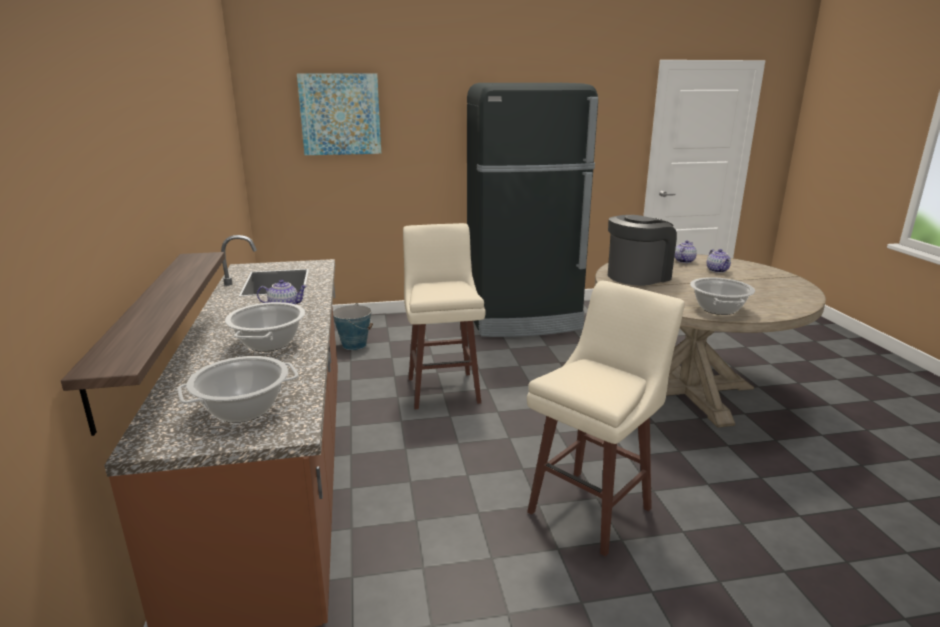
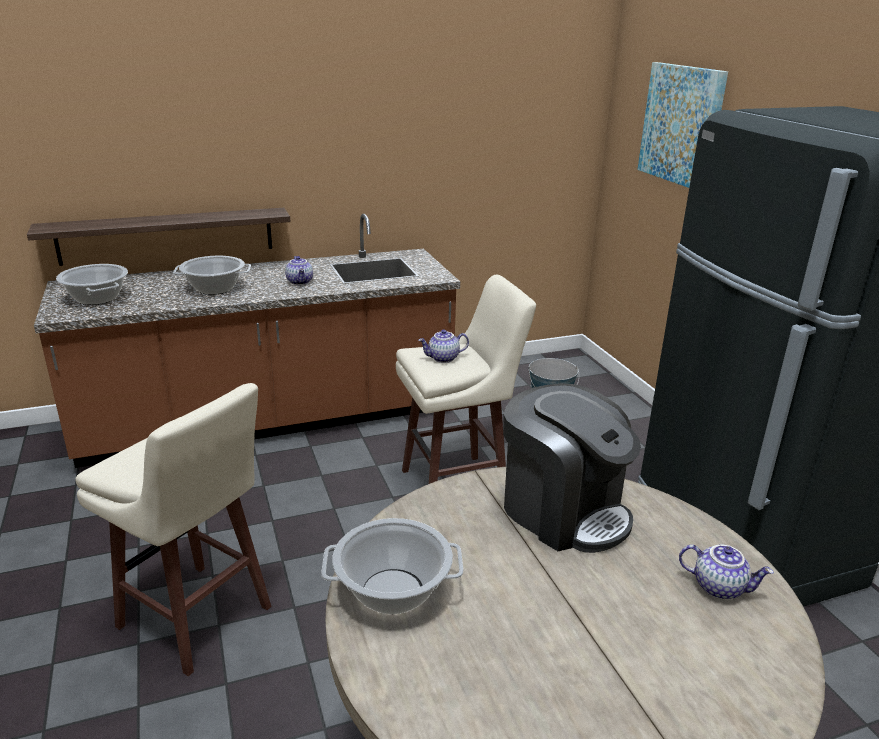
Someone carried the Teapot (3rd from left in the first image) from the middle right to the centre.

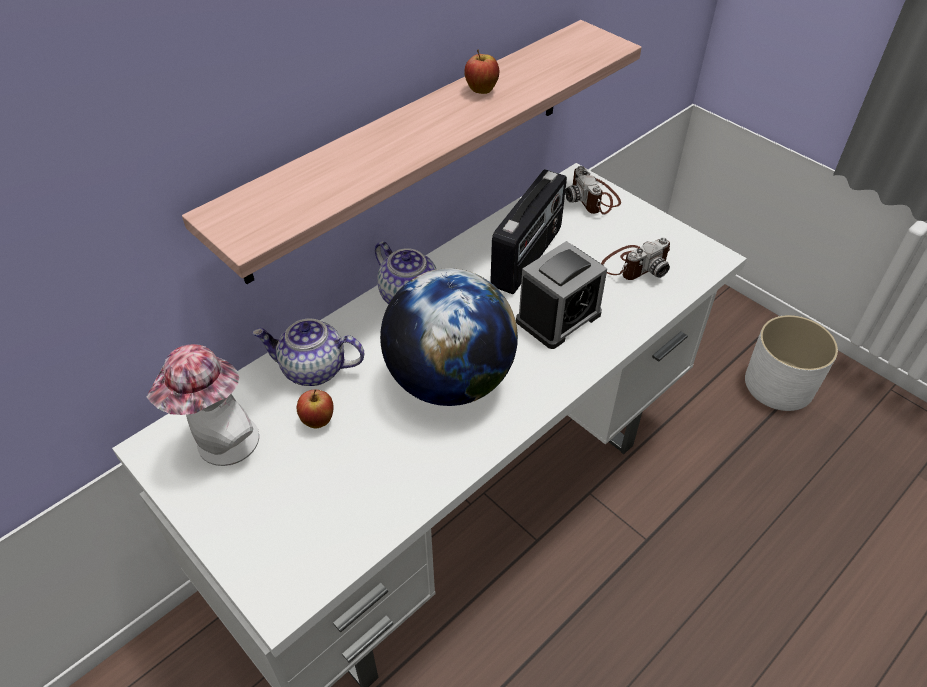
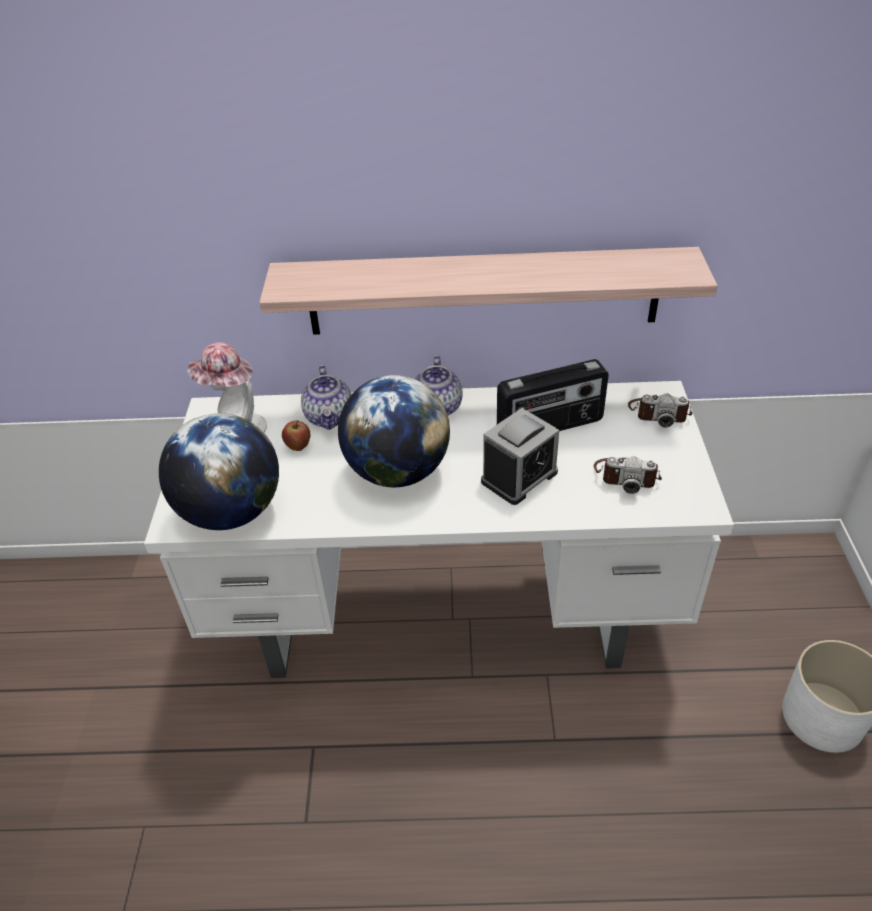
Someone took away the Apple (2nd from left) at the top centre. Someone put down the Globe (1st from left) at the middle left. Someone rotated the Teapot (1st from left) at the middle left by 150 degrees counterclockwise. Someone rotated the AlarmClock at the centre by 45 degrees counterclockwise. Someone rotated the PhotoCamera (1st from left in the first image) at the top centre by 105 degrees counterclockwise.

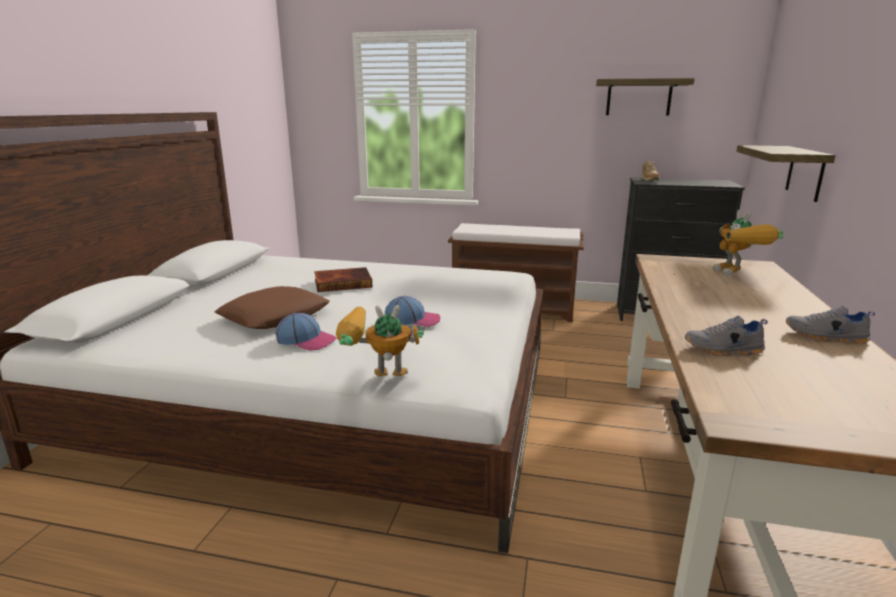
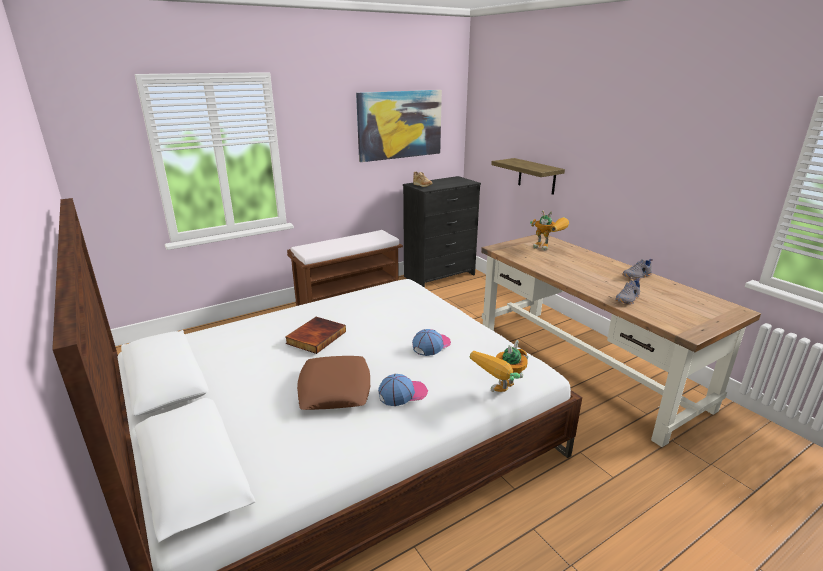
Someone swapped the Shelf (1st from left) at the top right for the Picture at the top centre.

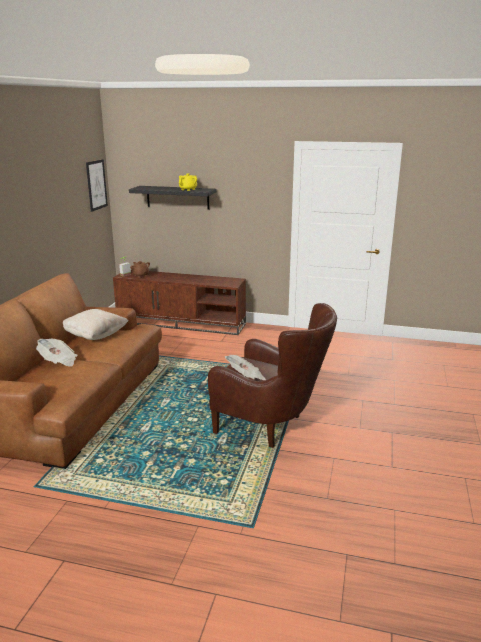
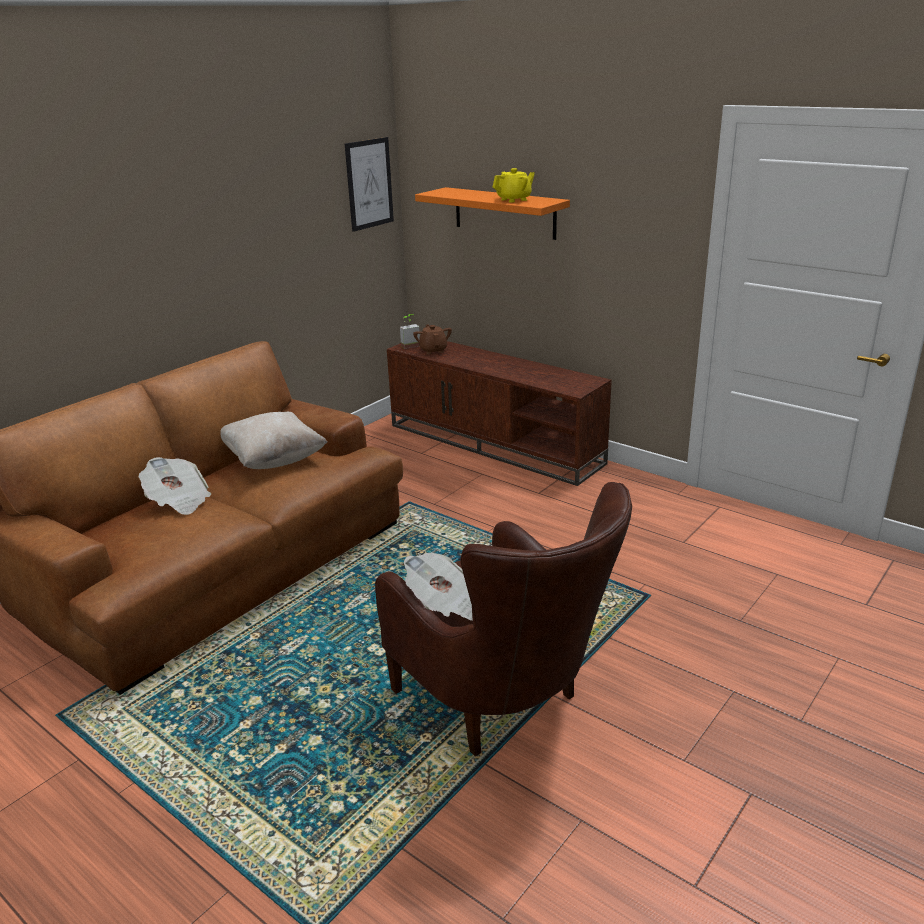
Someone repainted the BlackShelf at the top centre, which became the OrangeShelf at the top centre.

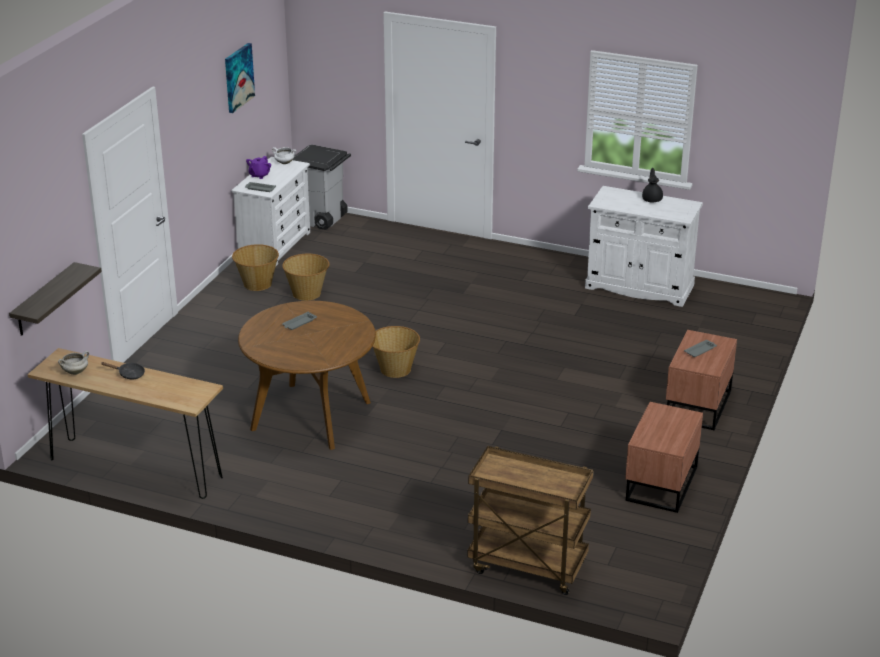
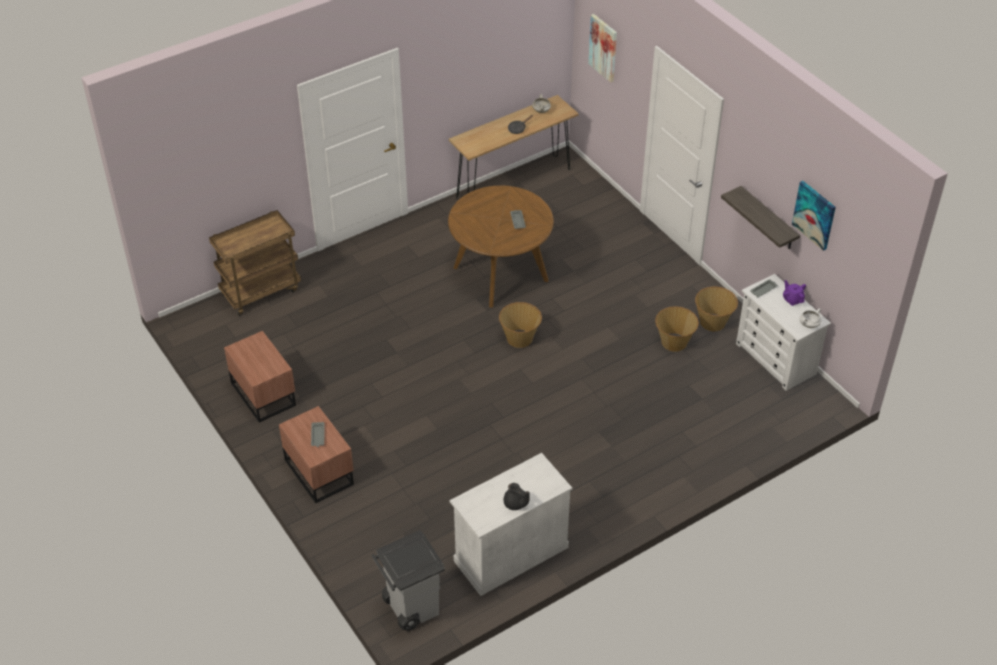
Someone put up the Picture (1st from left) at the top centre. Someone carried the Shelf from the middle left to the top right. Someone carried the GreyTrashCan from the top centre to the bottom centre.

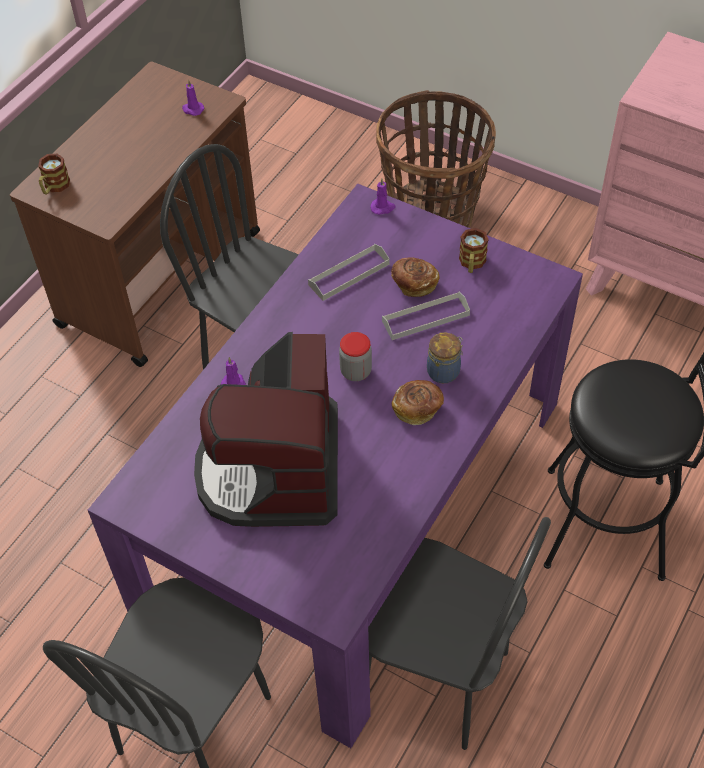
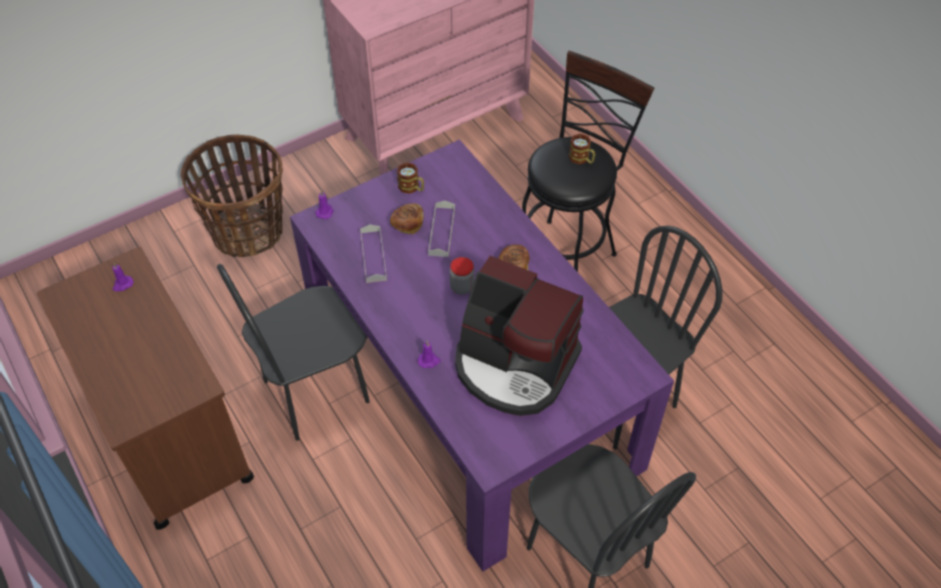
Someone took away the Jar (2nd from left) at the centre. Someone carried the Mug (1st from left in the first image) from the top left to the top centre.

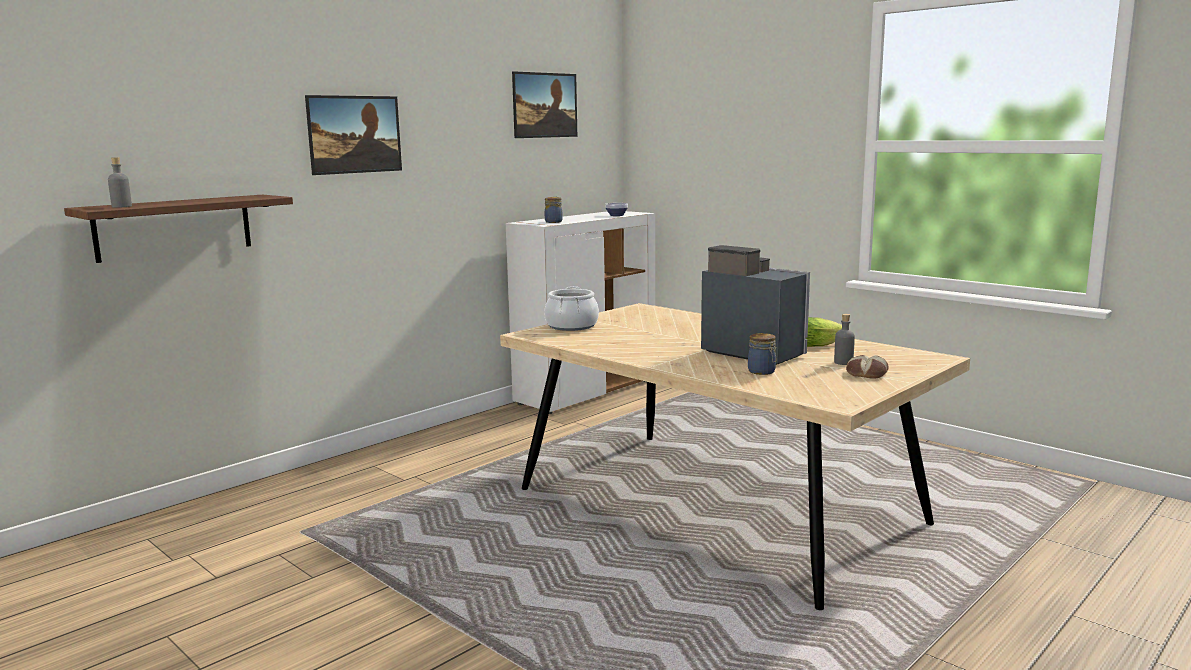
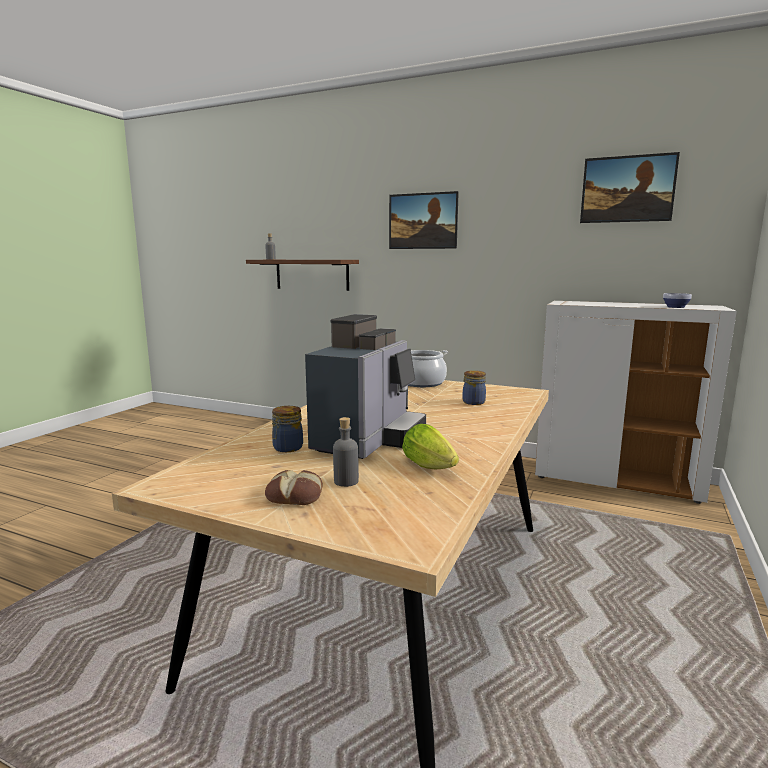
Someone carried the Jar (1st from left in the first image) from the top centre to the centre.

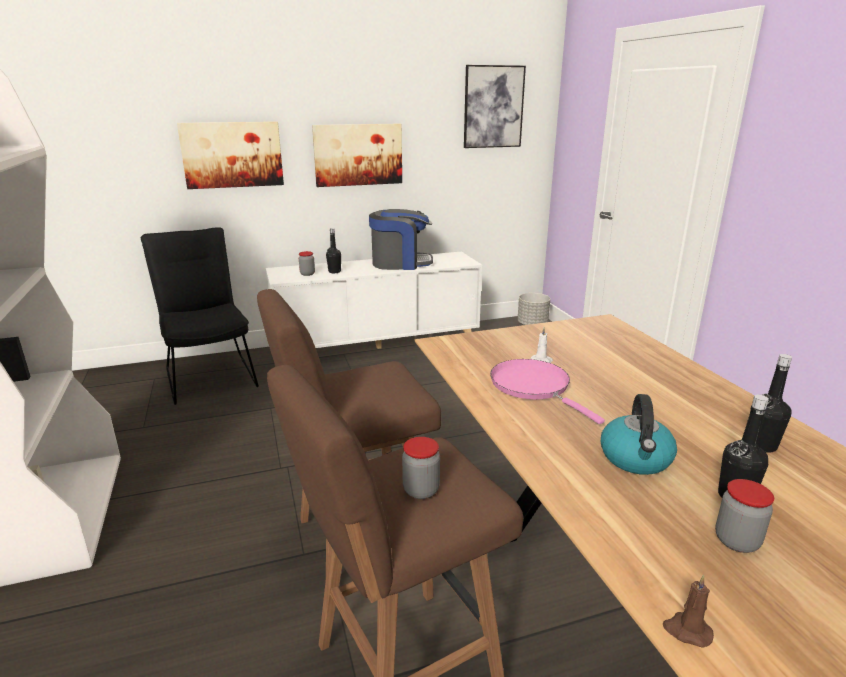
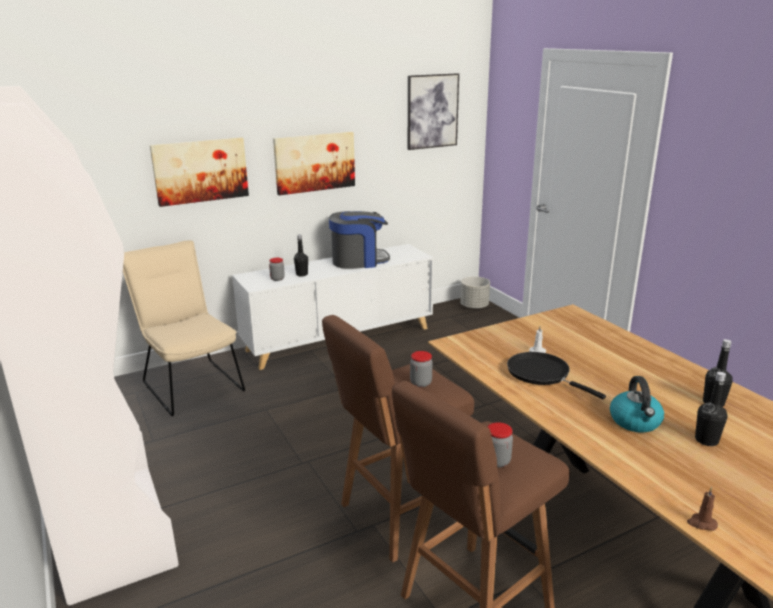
Someone carried the Jar (3rd from left in the first image) from the bottom right to the centre. Someone repainted the BlackChair at the middle left, which became the BeigeChair at the middle left. Someone repainted the PinkFryingPan at the centre, which became the BlackFryingPan at the middle right.

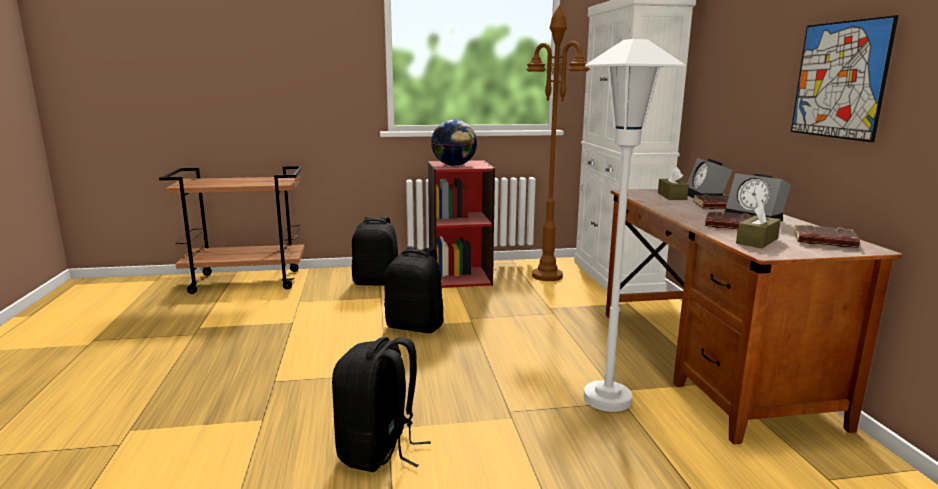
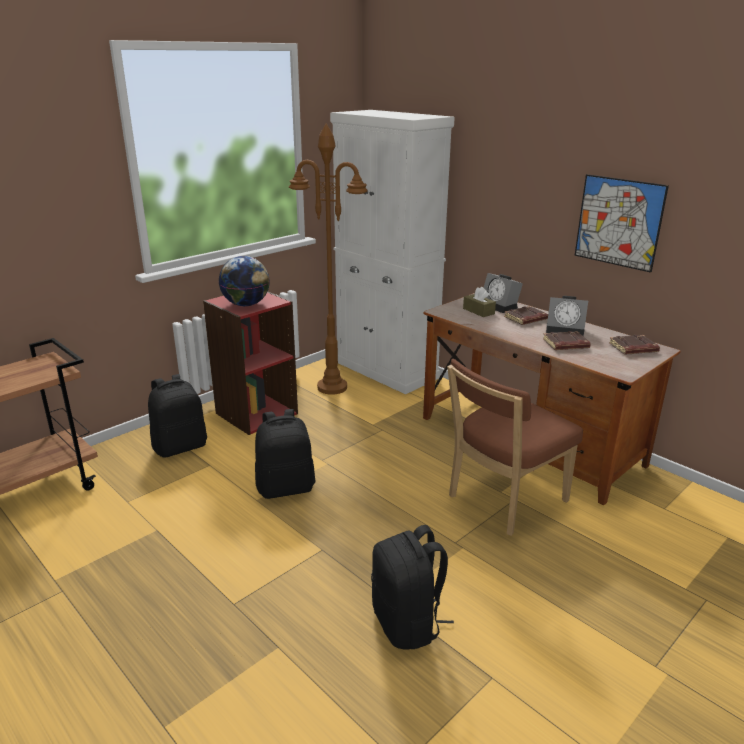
Someone took away the BrownTissueBox (2nd from left) at the middle right. Someone swapped the WhiteFloorLamp at the middle right for the BrownChair at the middle right.

